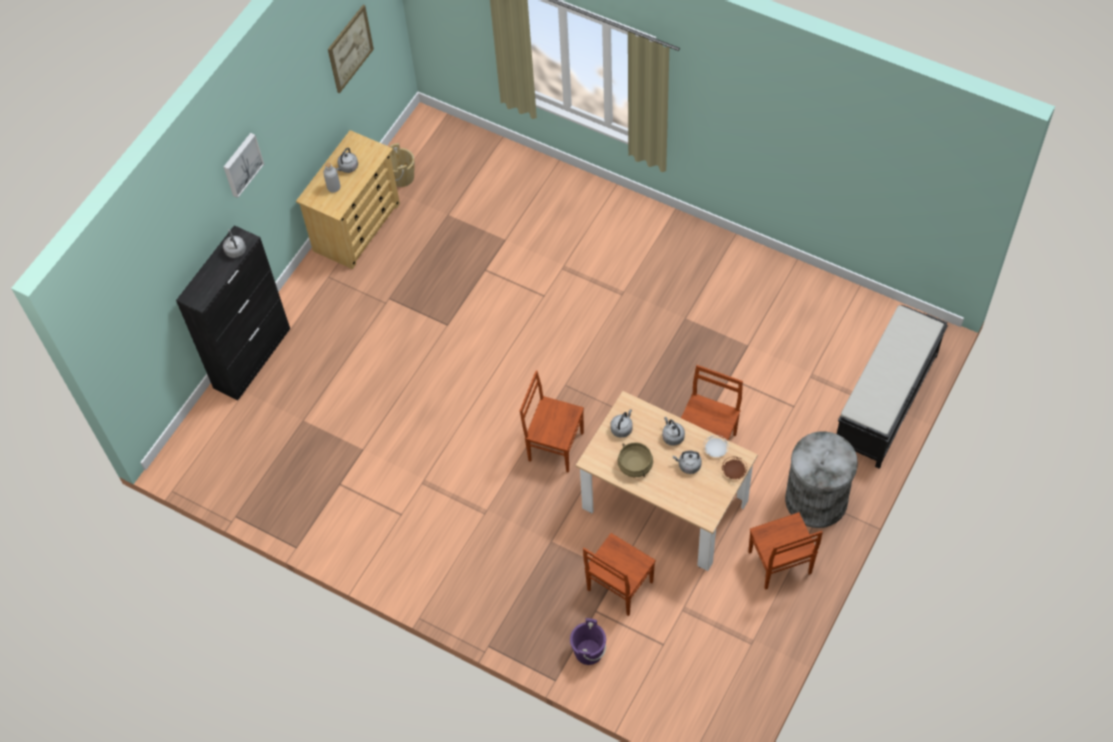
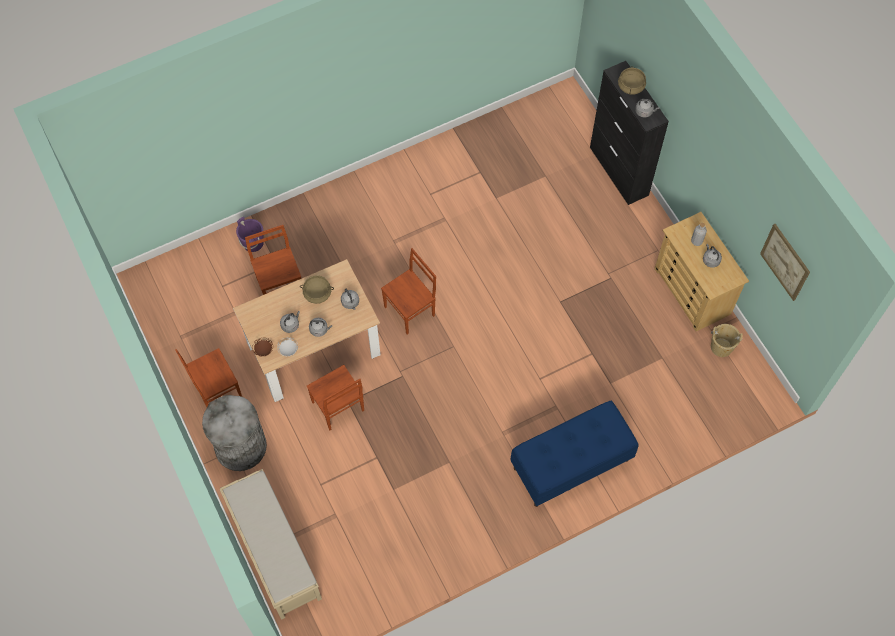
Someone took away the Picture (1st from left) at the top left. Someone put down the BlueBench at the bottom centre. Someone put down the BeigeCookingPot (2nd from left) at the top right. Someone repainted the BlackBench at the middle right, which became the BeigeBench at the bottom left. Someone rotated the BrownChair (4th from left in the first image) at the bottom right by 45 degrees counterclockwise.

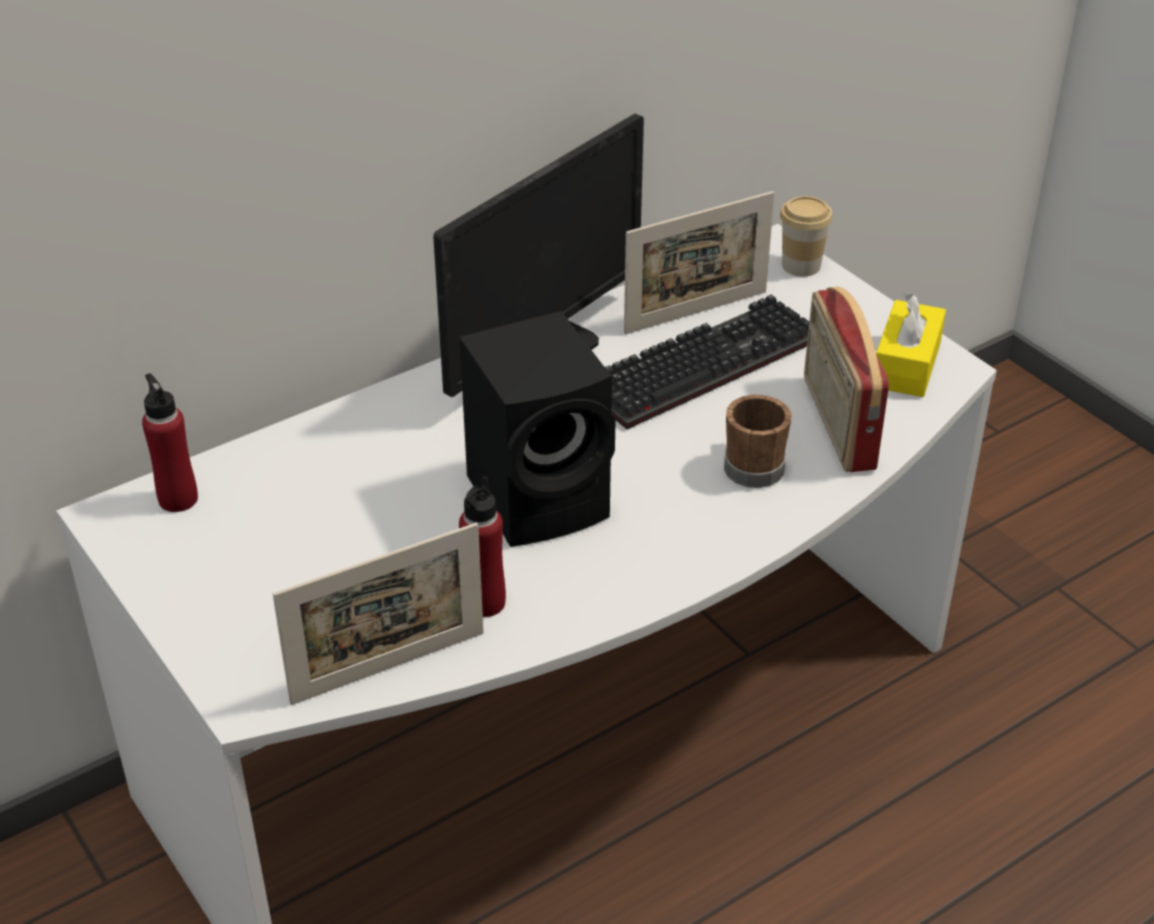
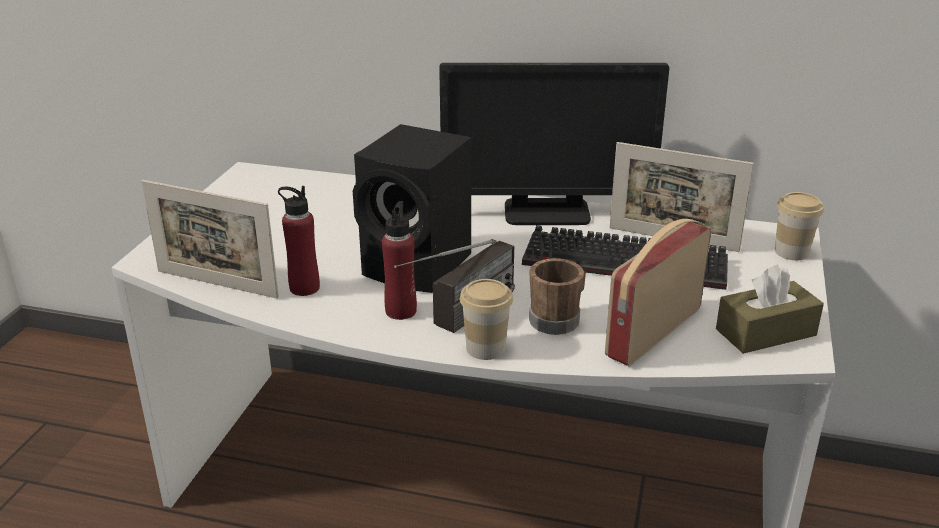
Someone put down the Radio (1st from left) at the centre. Someone put down the Cup (1st from left) at the centre. Someone carried the RedBottle (1st from left in the first image) from the middle left to the centre. Someone repainted the YellowTissueBox at the middle right, which became the BrownTissueBox at the middle right.

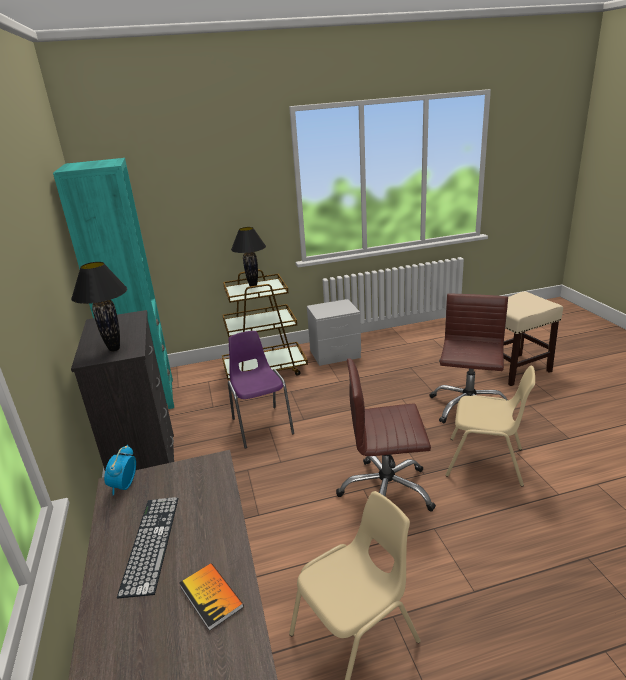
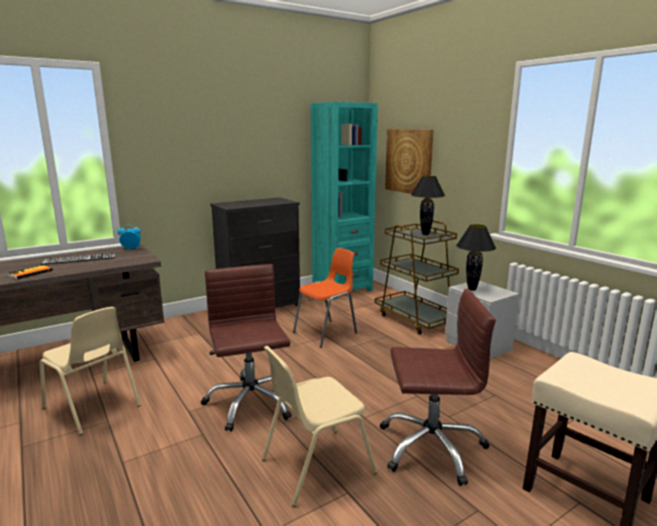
Someone put up the Picture at the top centre. Someone carried the BlackTableLamp (1st from left in the first image) from the middle left to the middle right. Someone repainted the PurpleChair at the centre, which became the OrangeChair at the centre. Someone rotated the BeigeChair (2nd from left) at the middle right by 60 degrees clockwise.

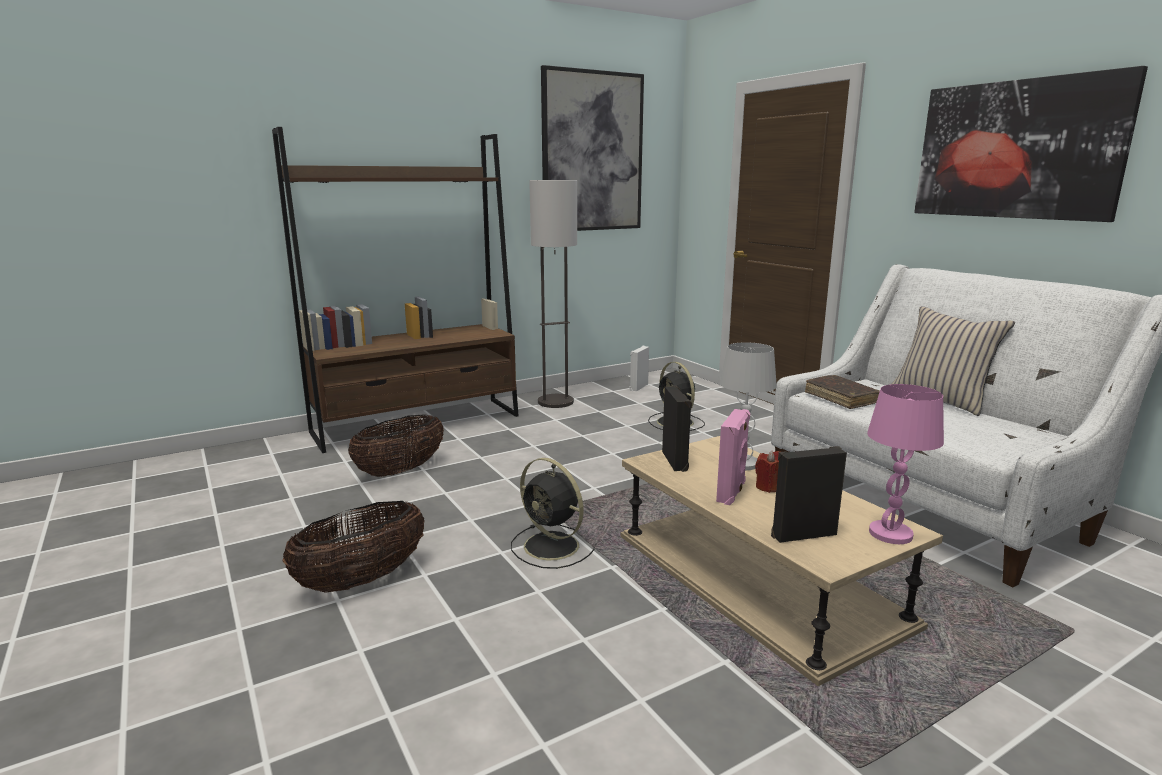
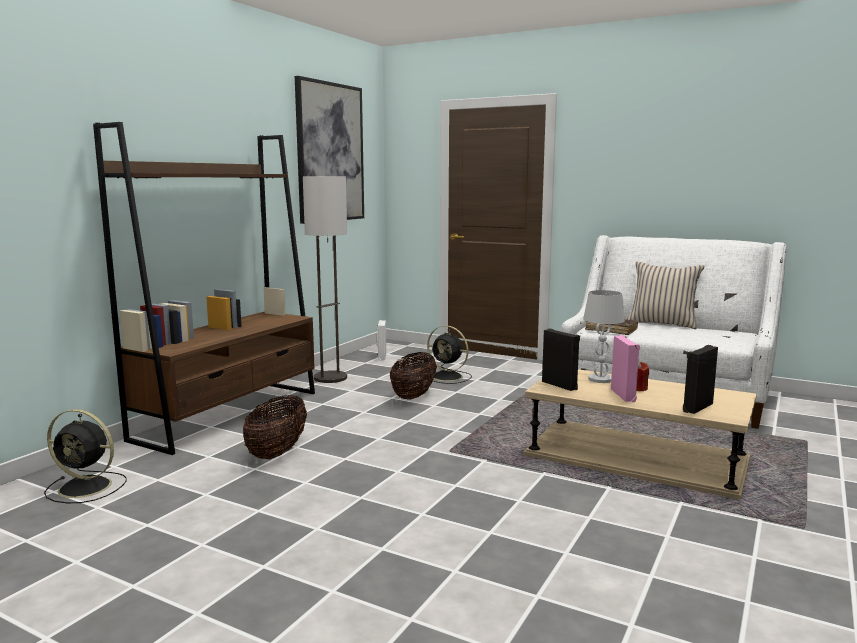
Someone took away the PinkTableLamp at the middle right. Someone took away the Picture (2nd from left) at the top right. Someone carried the Basket (1st from left in the first image) from the bottom left to the centre. Someone carried the BlackFan (1st from left) from the centre to the bottom left.

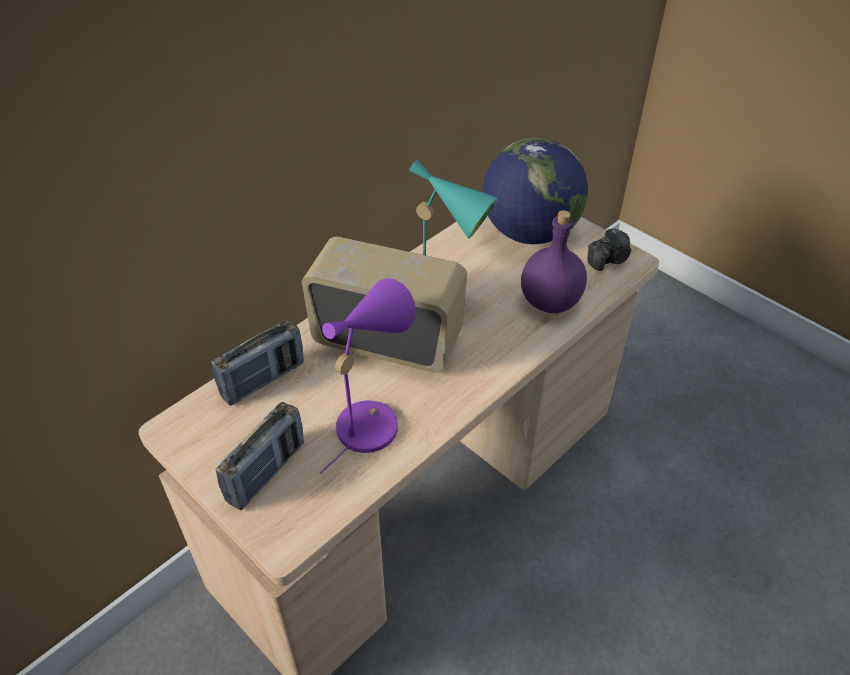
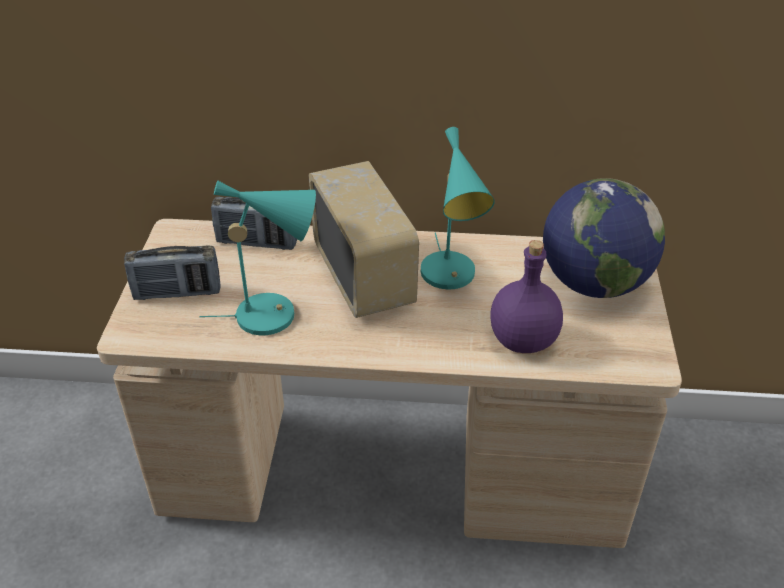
Someone took away the PhotoCamera at the middle right. Someone repainted the PurpleTableLamp at the centre, which became the TurquoiseTableLamp (1st from left) at the middle left.

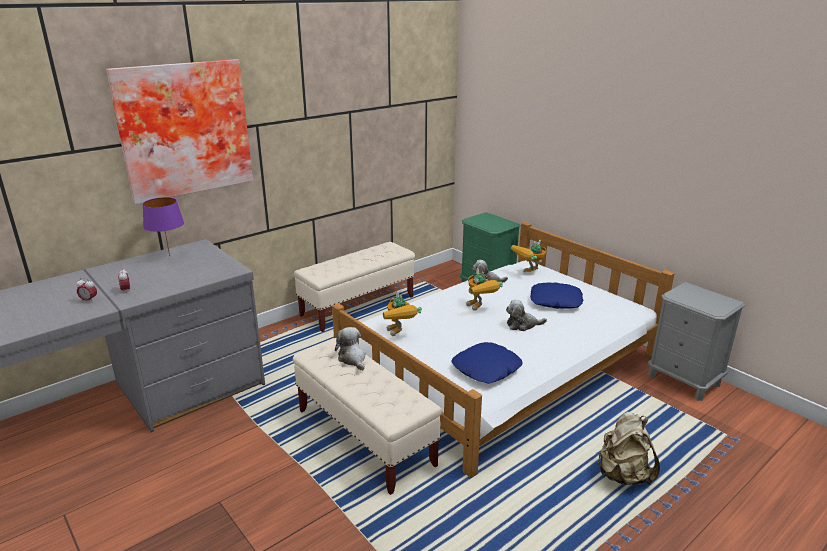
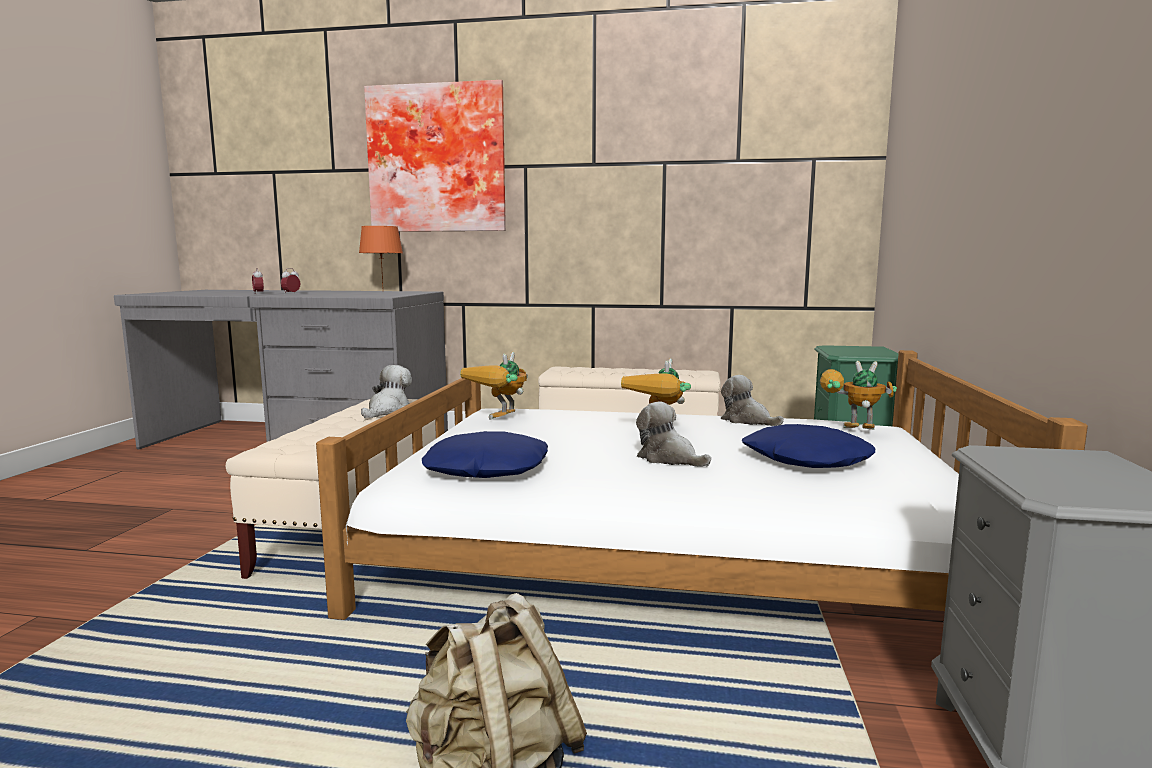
Someone repainted the PurpleTableLamp at the middle left, which became the OrangeTableLamp at the middle left.

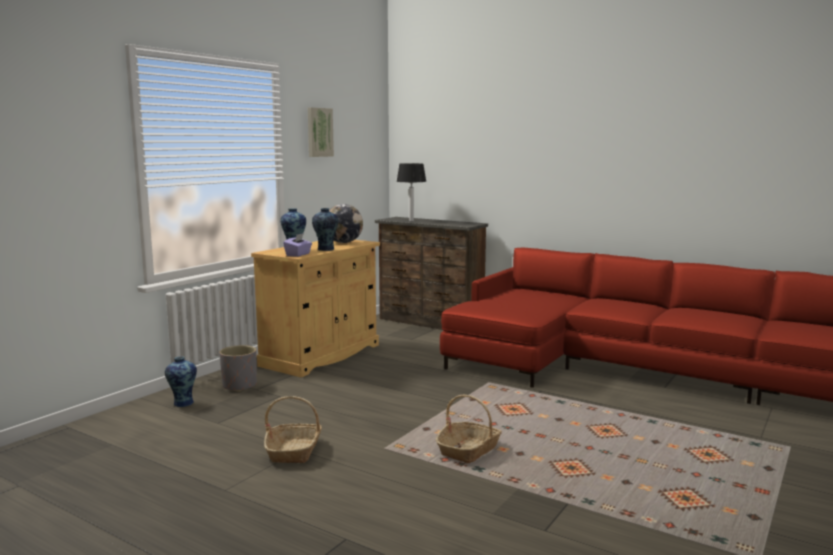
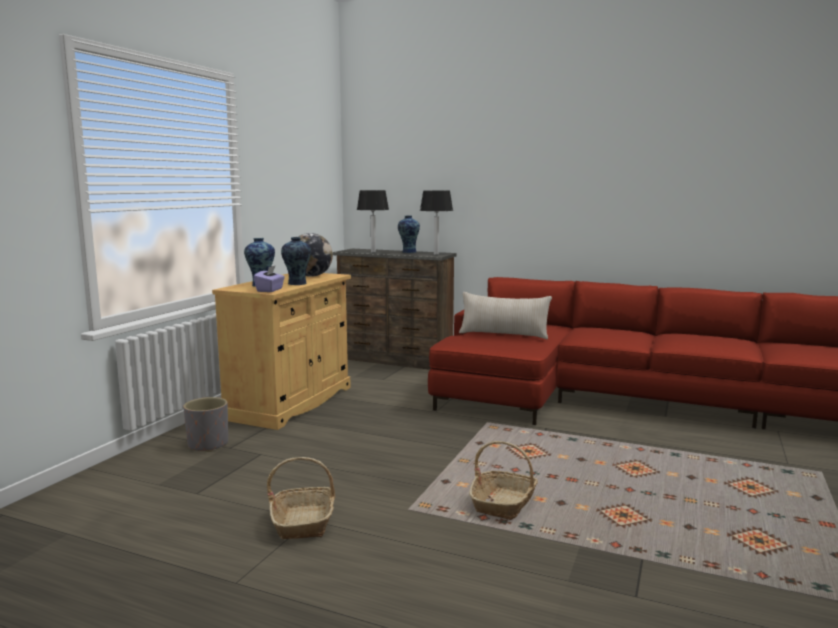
Someone took away the Picture at the top centre. Someone put down the TableLamp (2nd from left) at the centre. Someone put down the BeigePillow at the centre. Someone carried the Vase (1st from left in the first image) from the bottom left to the centre.

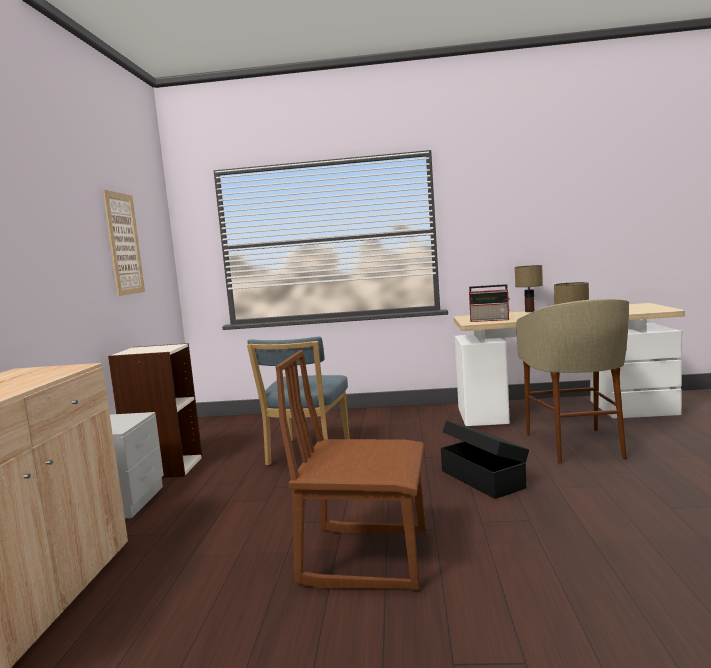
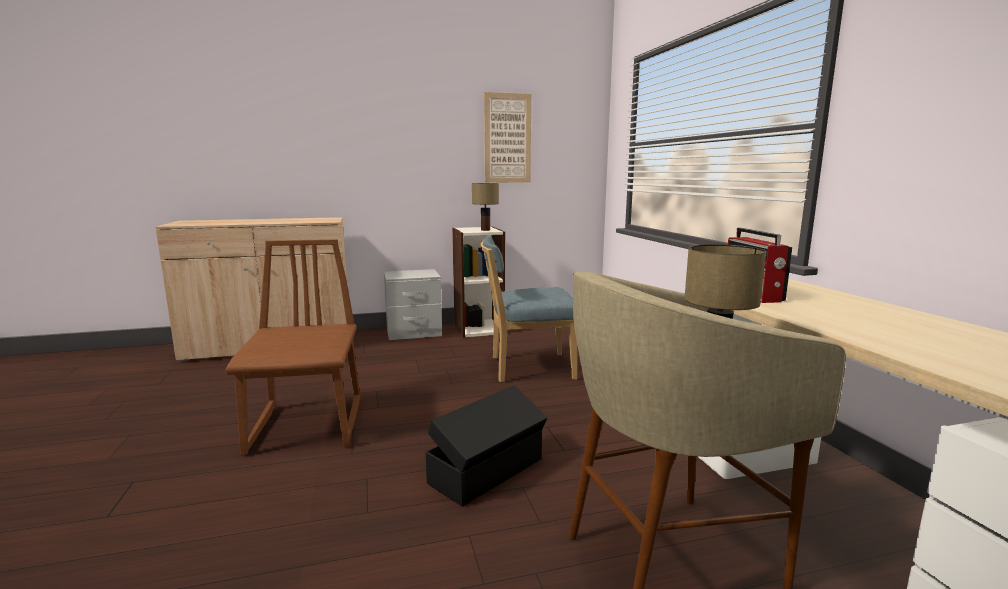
Someone carried the TableLamp (1st from left) from the middle right to the centre.

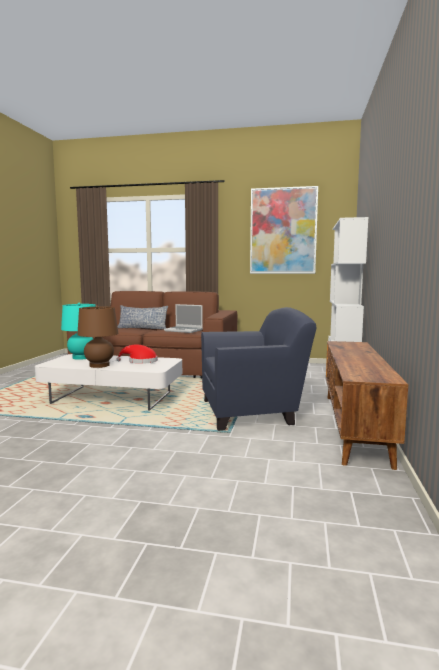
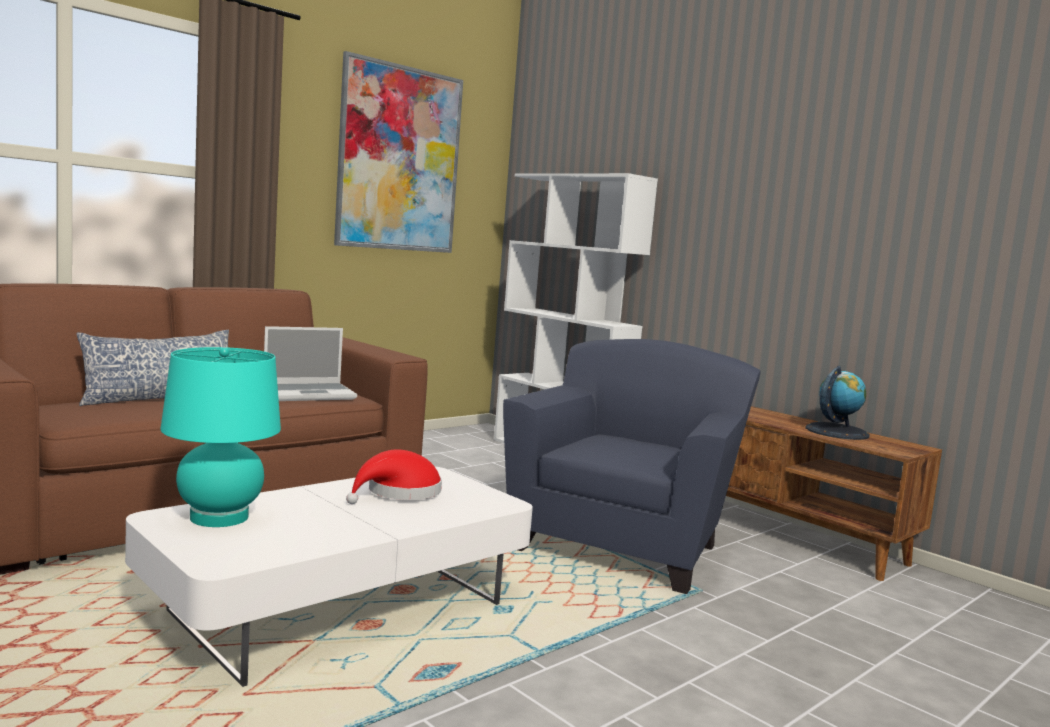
Someone took away the BrownTableLamp at the middle left. Someone put down the Globe at the middle right.

